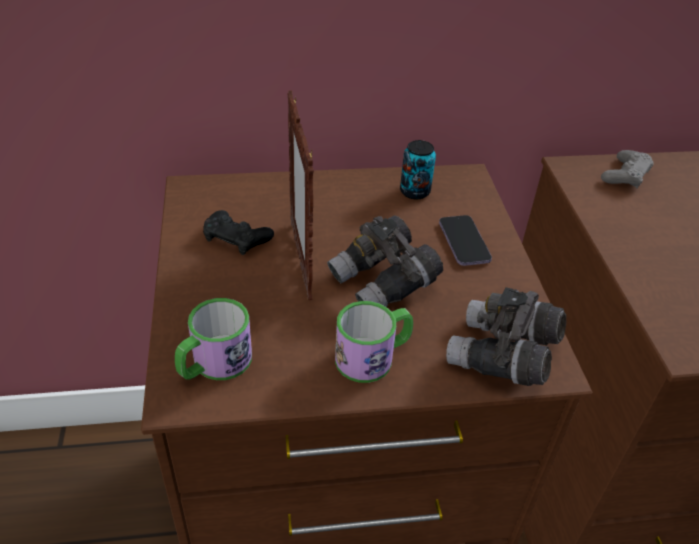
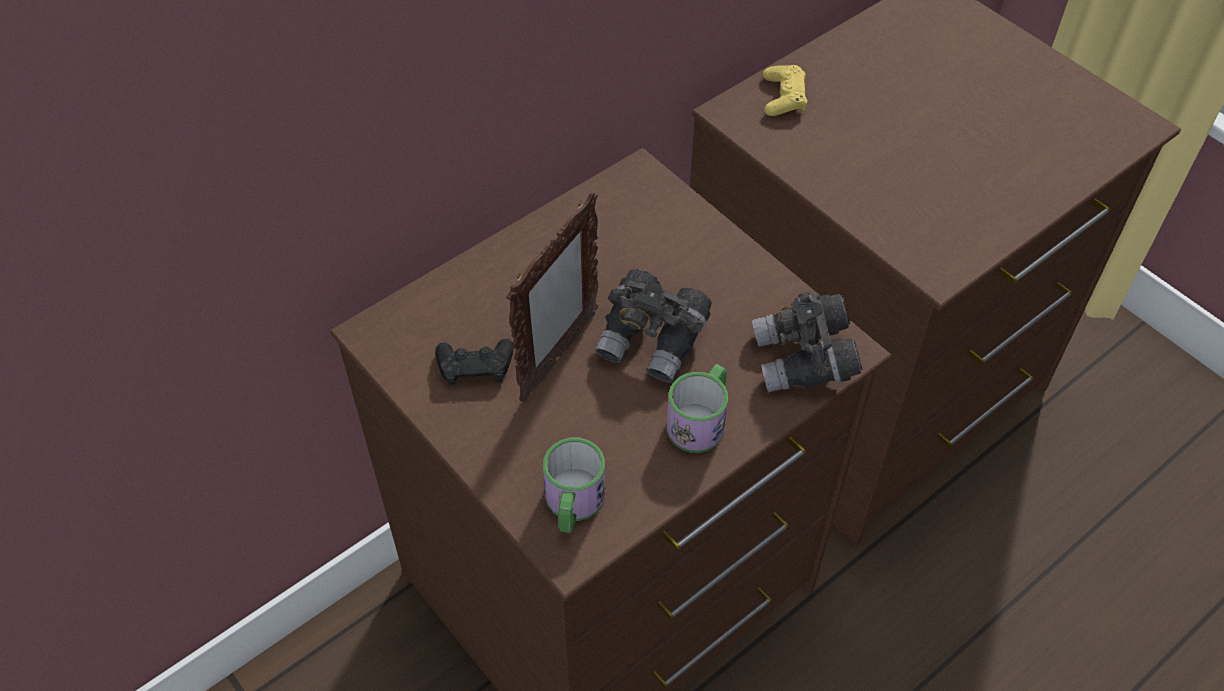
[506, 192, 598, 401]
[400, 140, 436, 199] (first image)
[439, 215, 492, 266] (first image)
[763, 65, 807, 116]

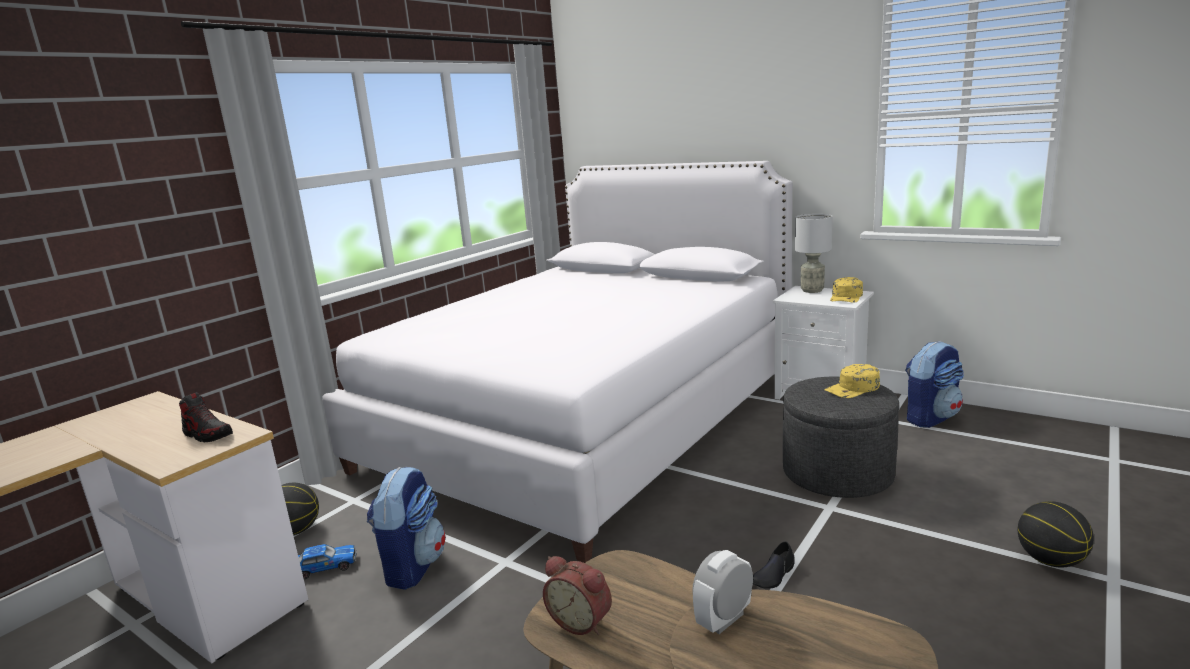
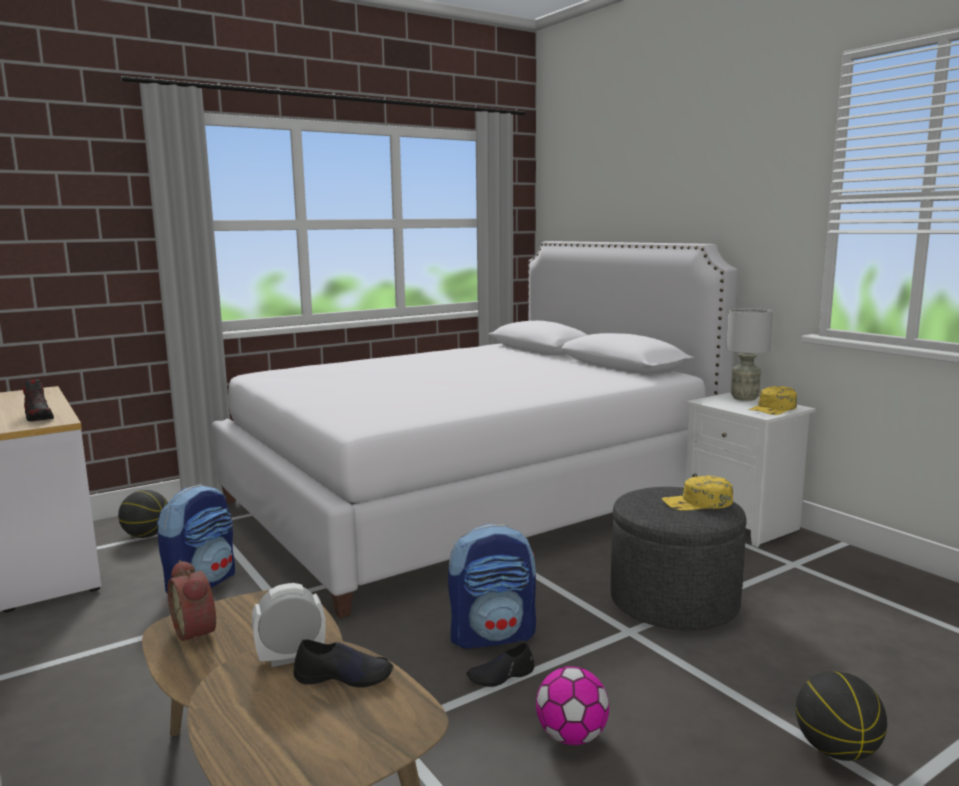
[298, 544, 356, 579] (first image)
[448, 524, 536, 649]
[293, 639, 394, 688]
[536, 667, 609, 745]

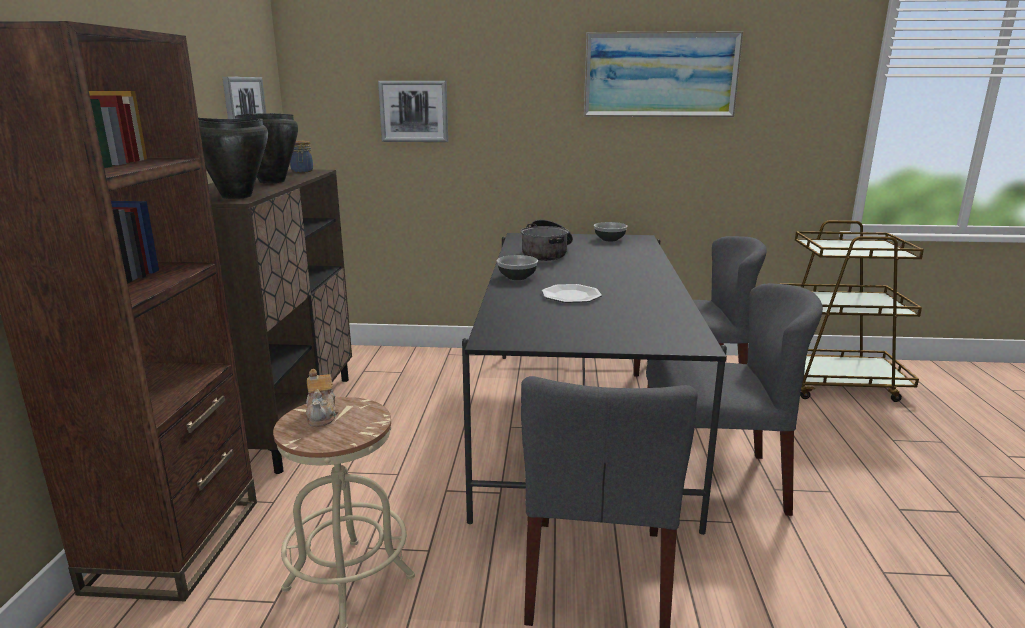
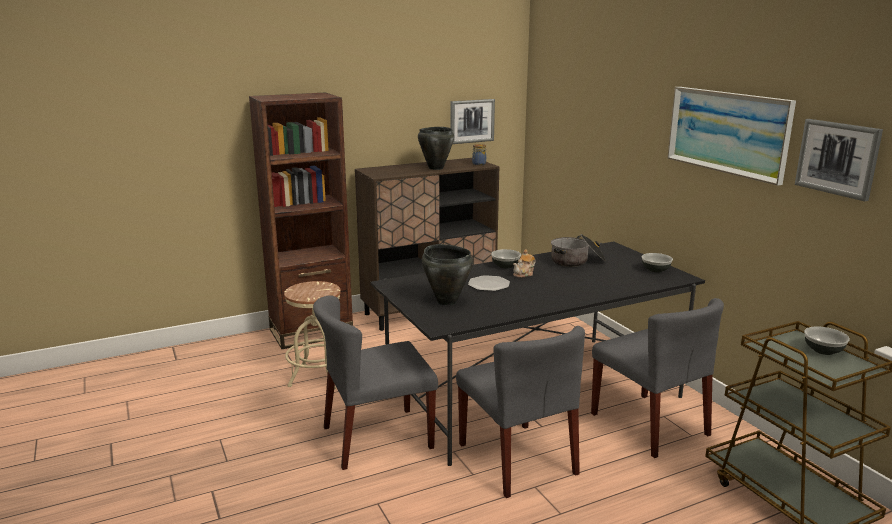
[422, 244, 473, 305]
[513, 250, 536, 278]
[795, 119, 883, 201]
[804, 326, 850, 355]

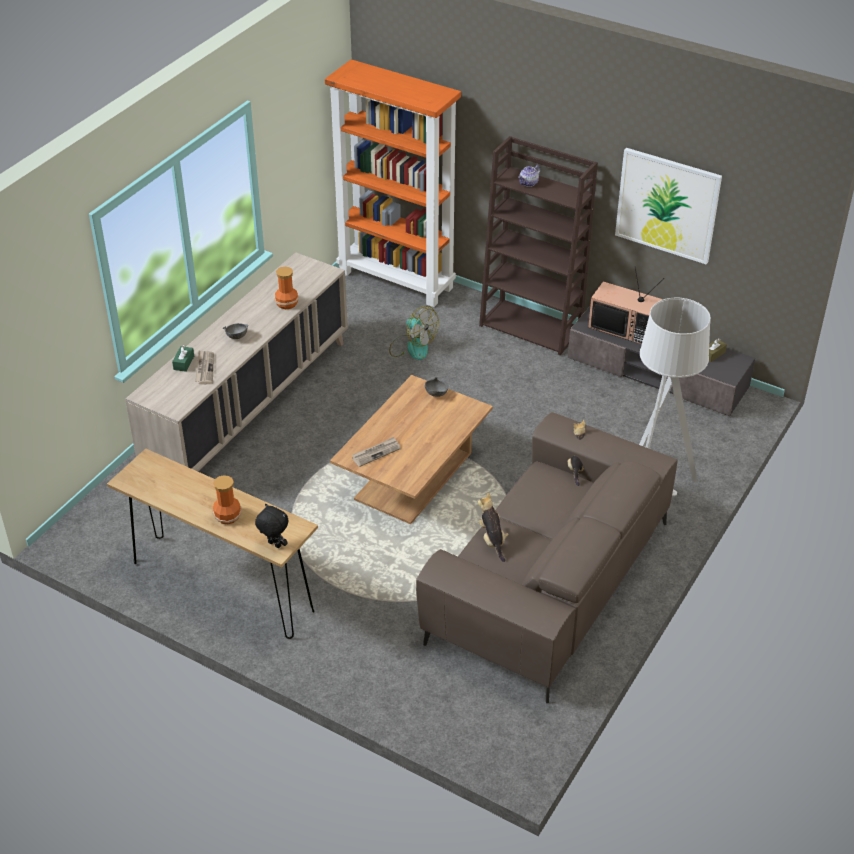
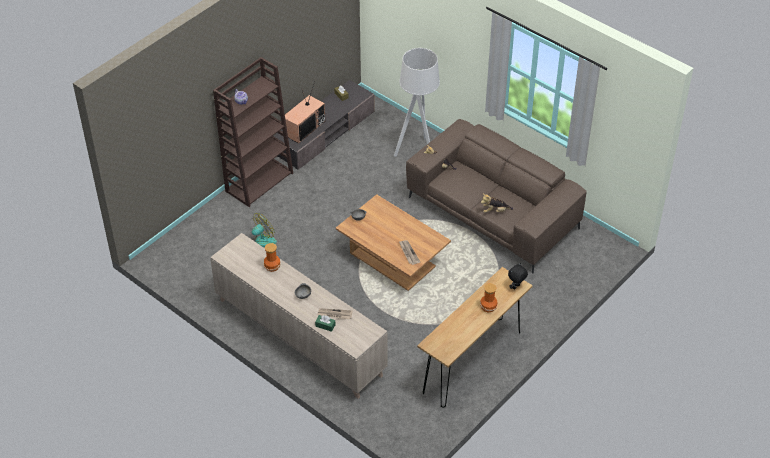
[325, 59, 461, 307] (first image)
[615, 148, 722, 264] (first image)

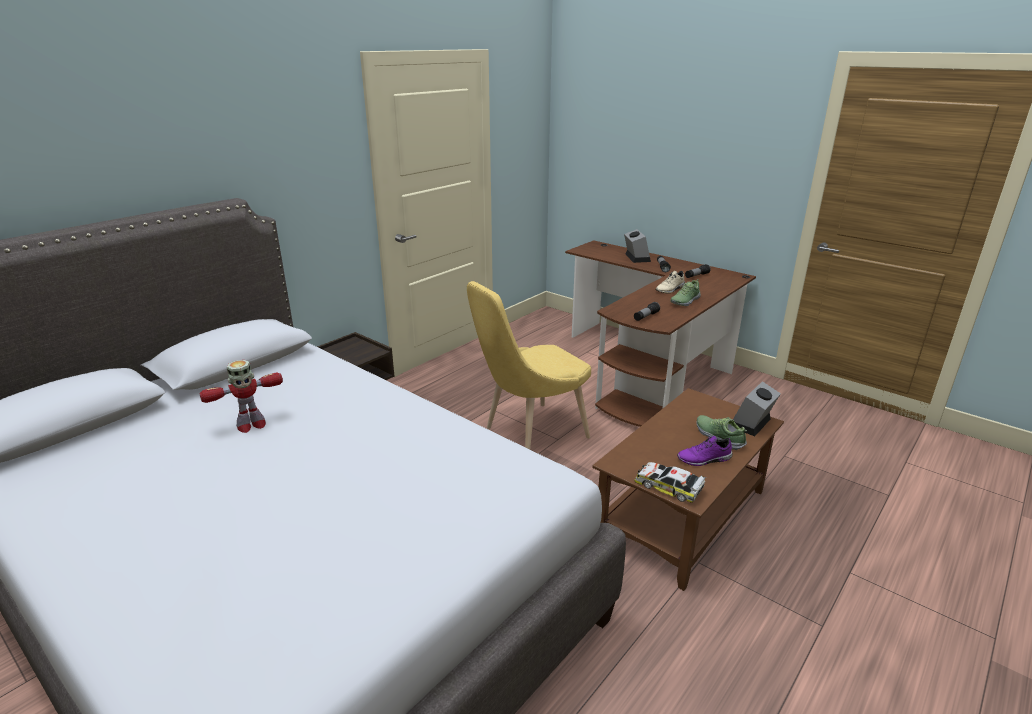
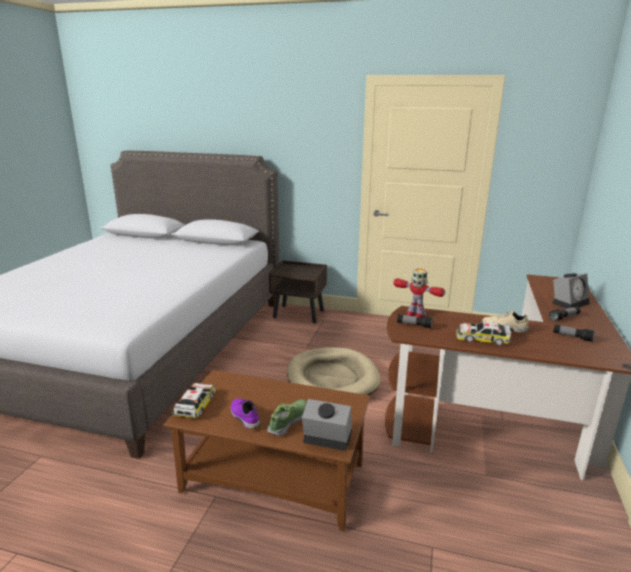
[393, 268, 445, 318]
[287, 347, 380, 395]
[456, 322, 511, 345]

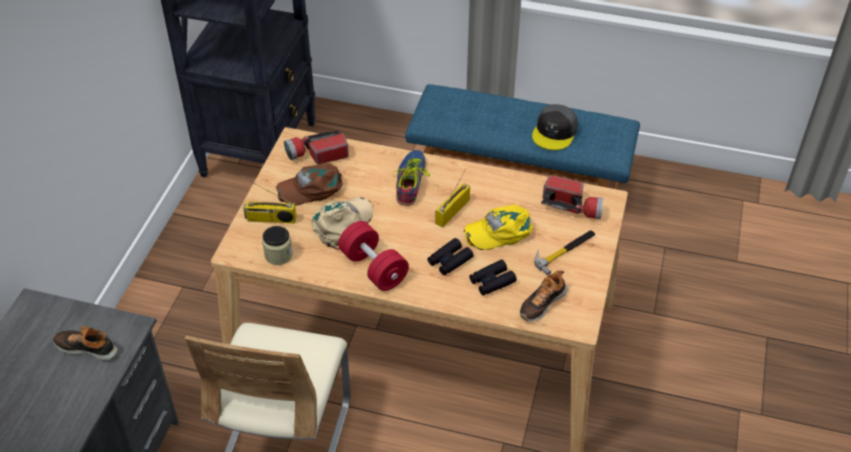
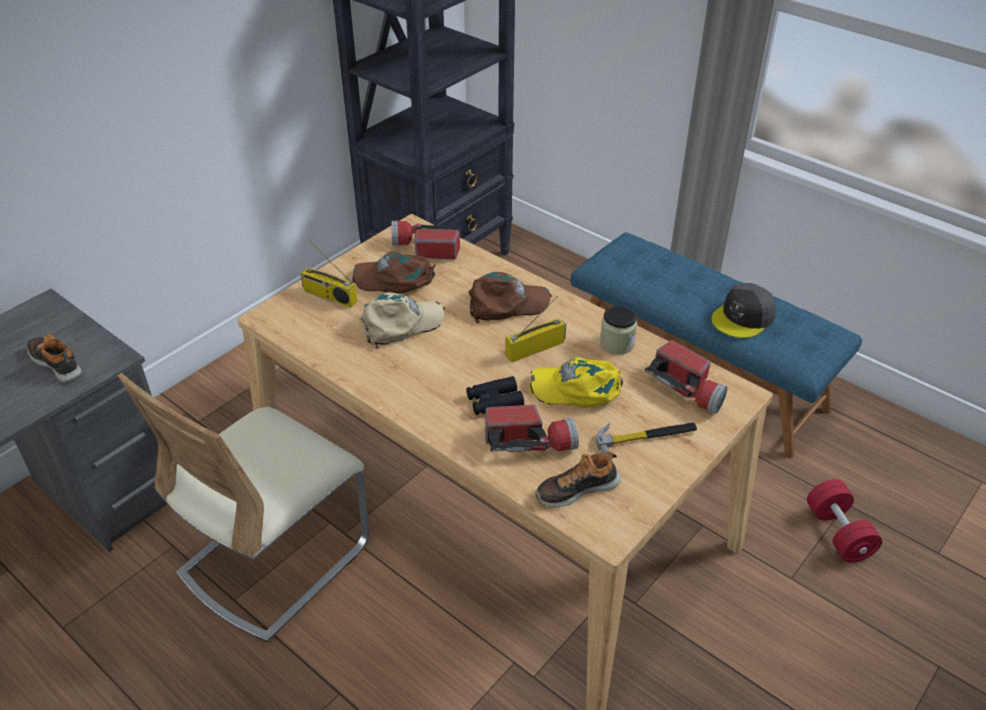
[600, 306, 637, 355]
[807, 479, 882, 562]
[468, 272, 552, 323]
[485, 405, 579, 452]

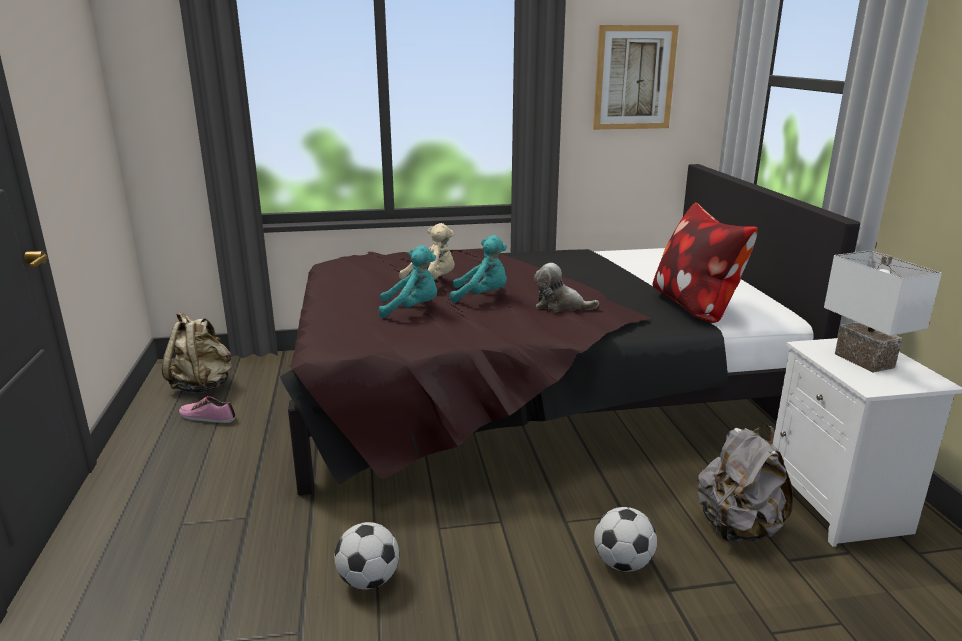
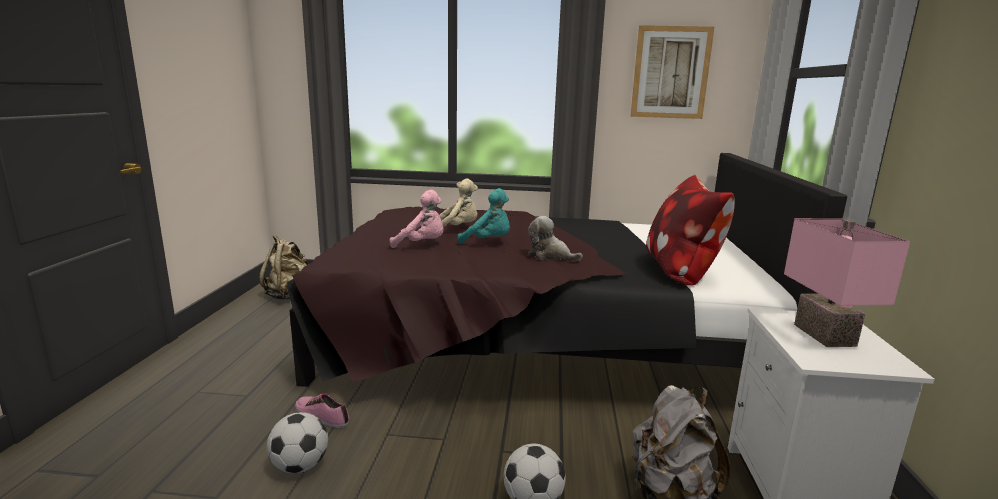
[295, 393, 350, 428]
[390, 190, 444, 248]
[784, 218, 910, 347]

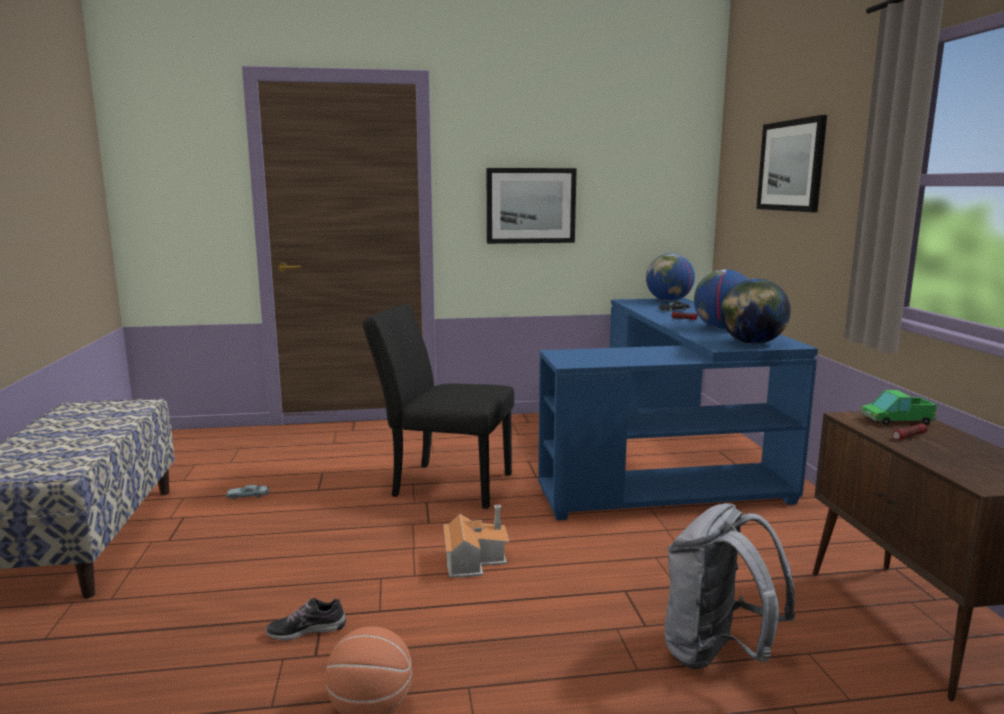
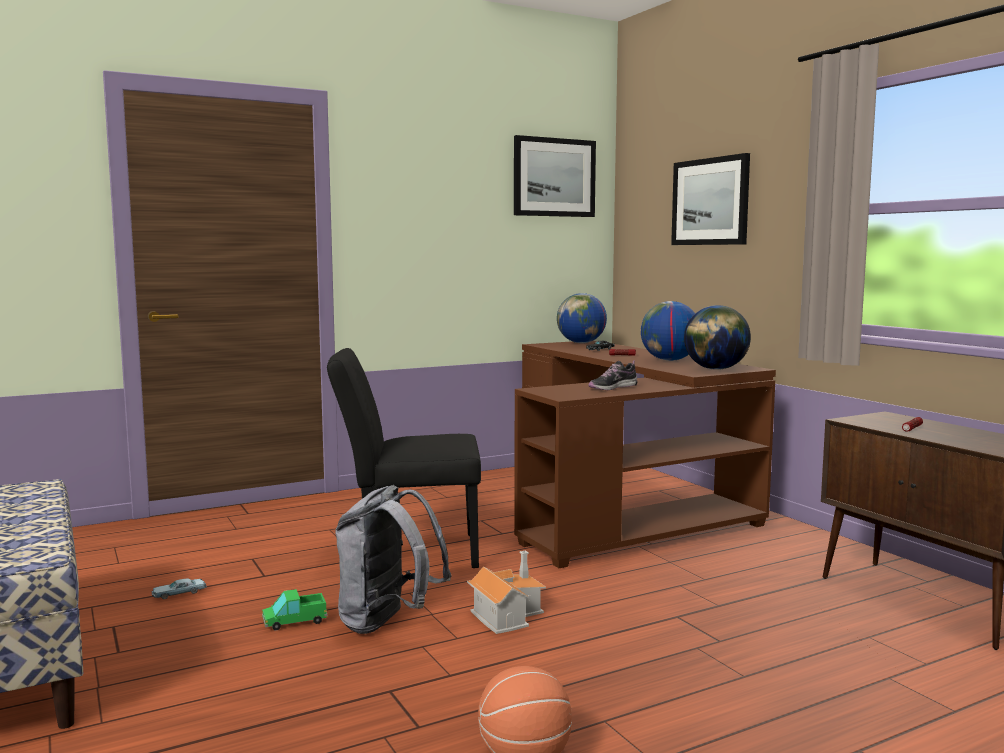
[588, 360, 638, 390]
[514, 135, 596, 217]
[514, 341, 776, 568]
[335, 485, 452, 634]
[262, 589, 327, 630]

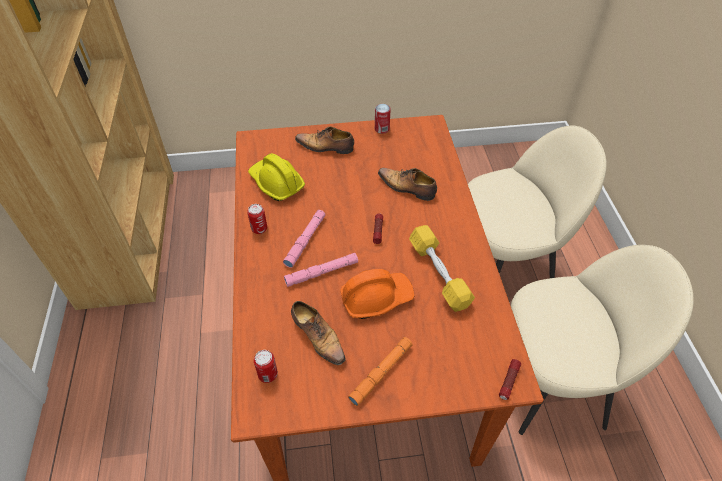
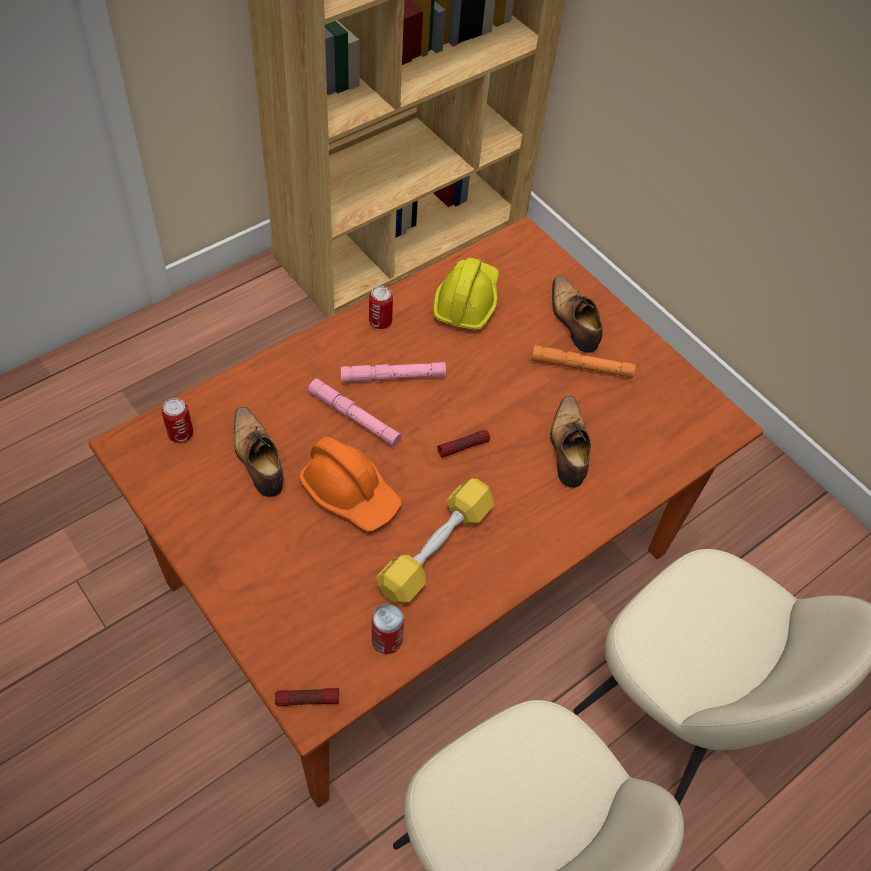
[234, 407, 283, 497]
[531, 345, 635, 378]
[371, 604, 404, 654]

